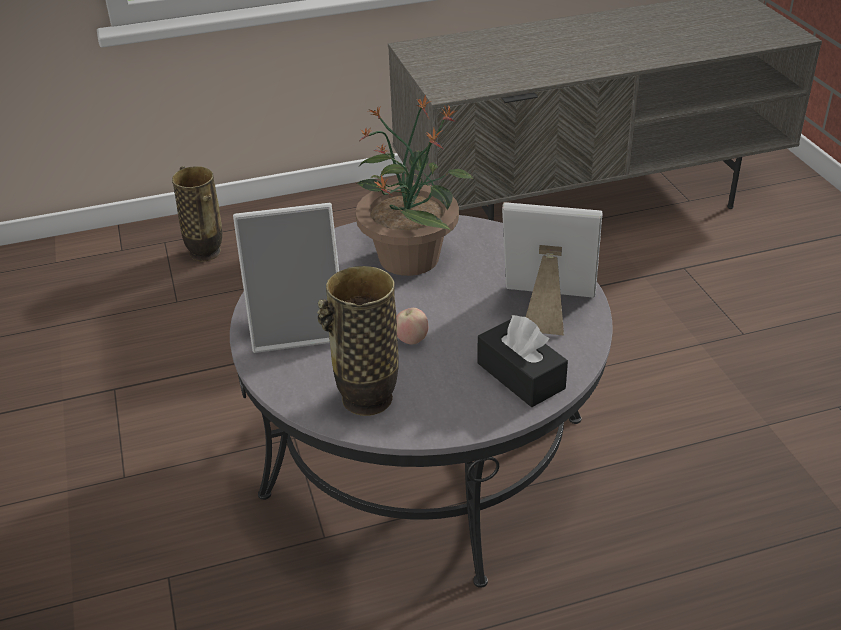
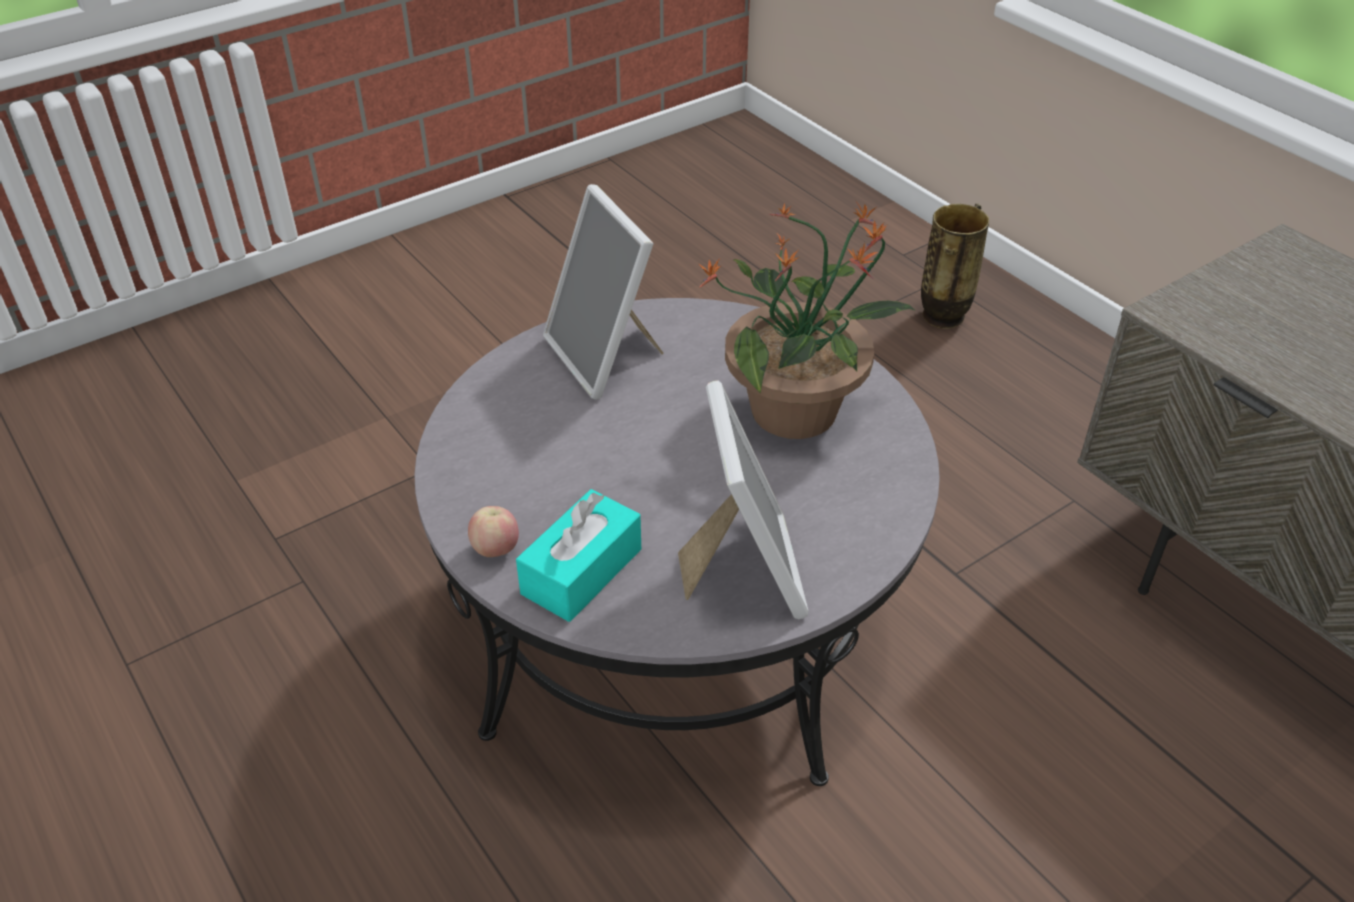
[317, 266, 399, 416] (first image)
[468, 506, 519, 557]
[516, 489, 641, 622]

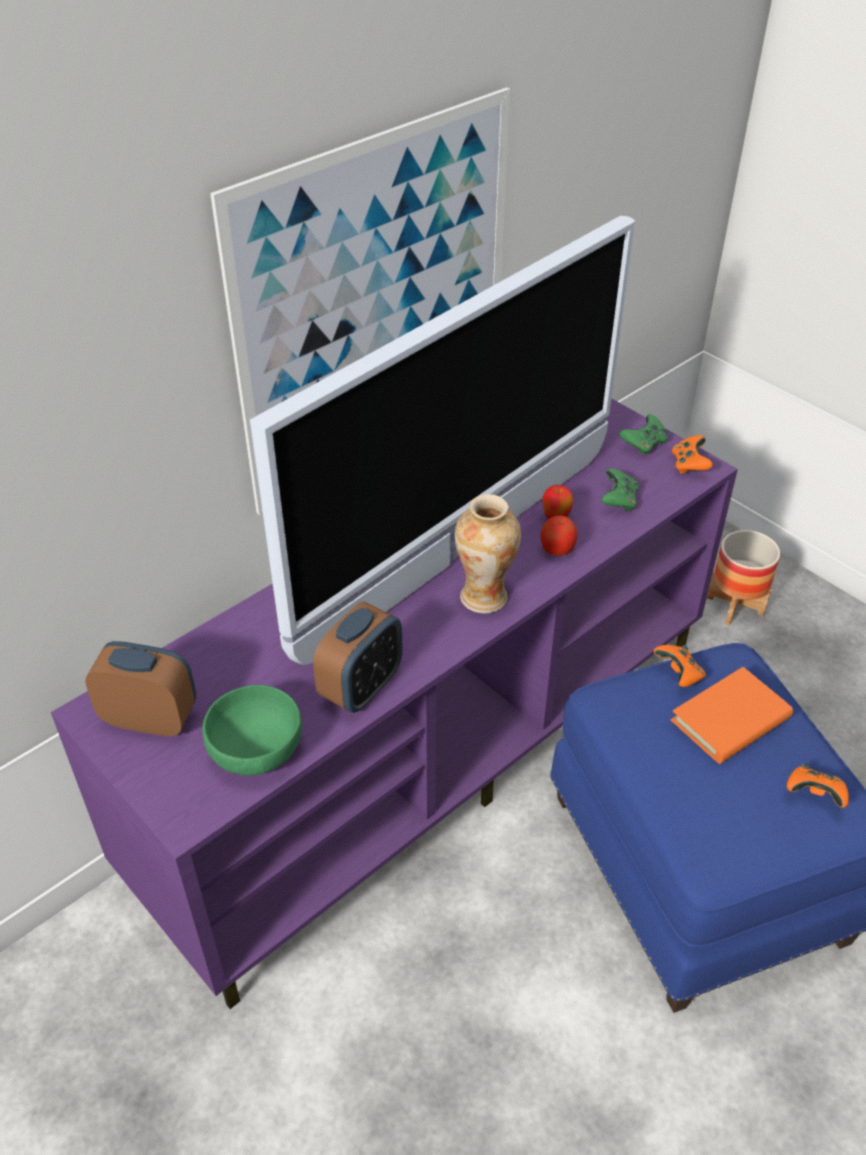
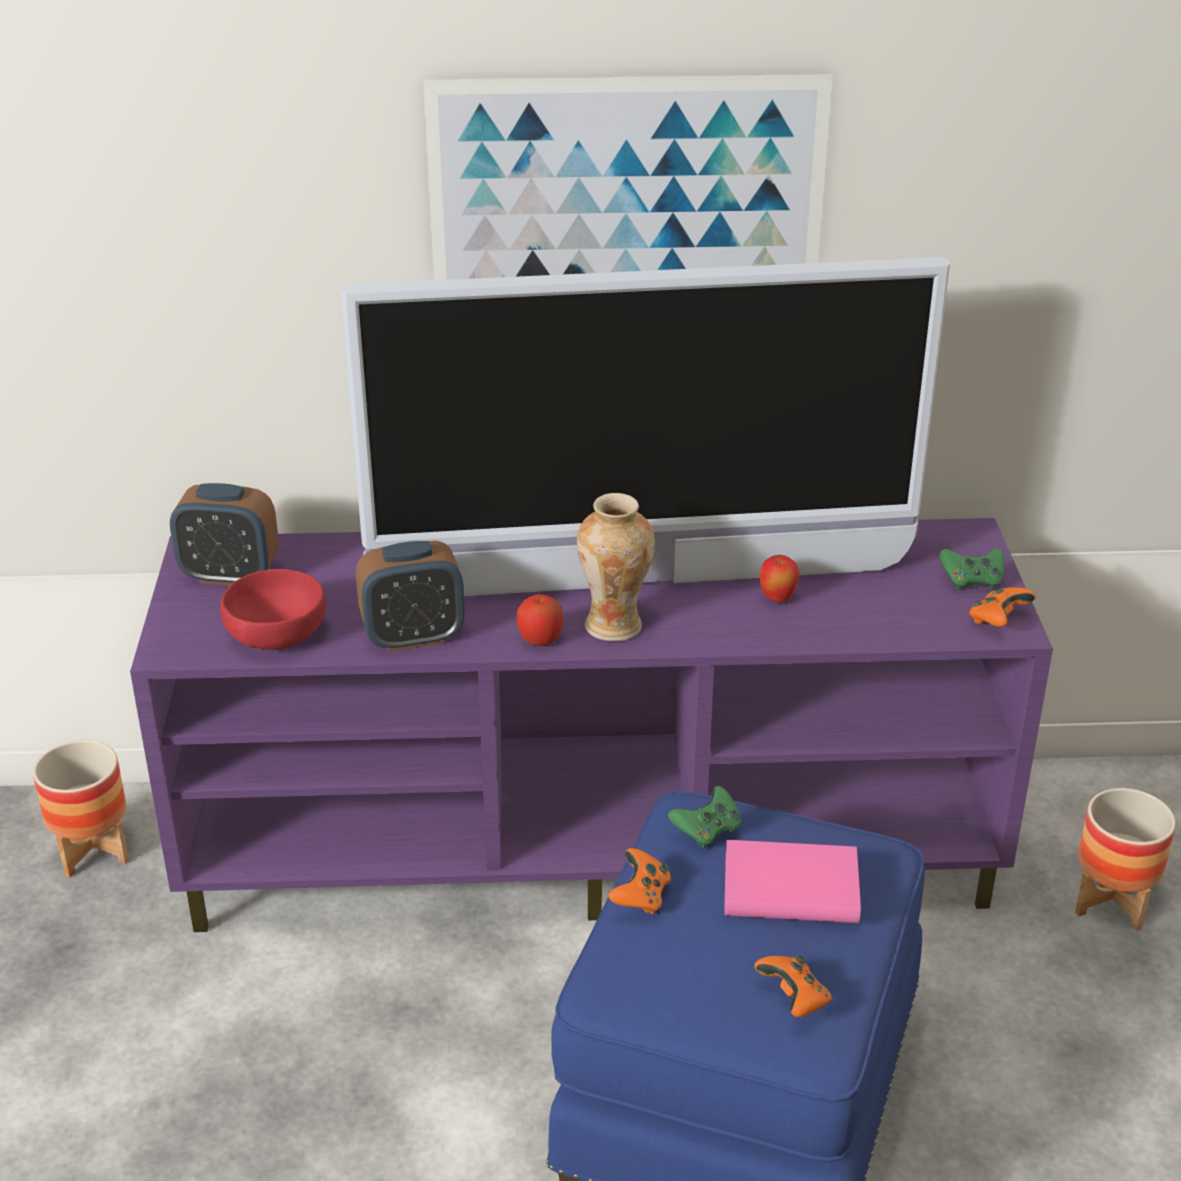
[170, 483, 279, 585]
[220, 569, 326, 650]
[517, 594, 563, 646]
[668, 786, 741, 848]
[608, 848, 671, 914]
[724, 840, 861, 923]
[33, 740, 129, 878]

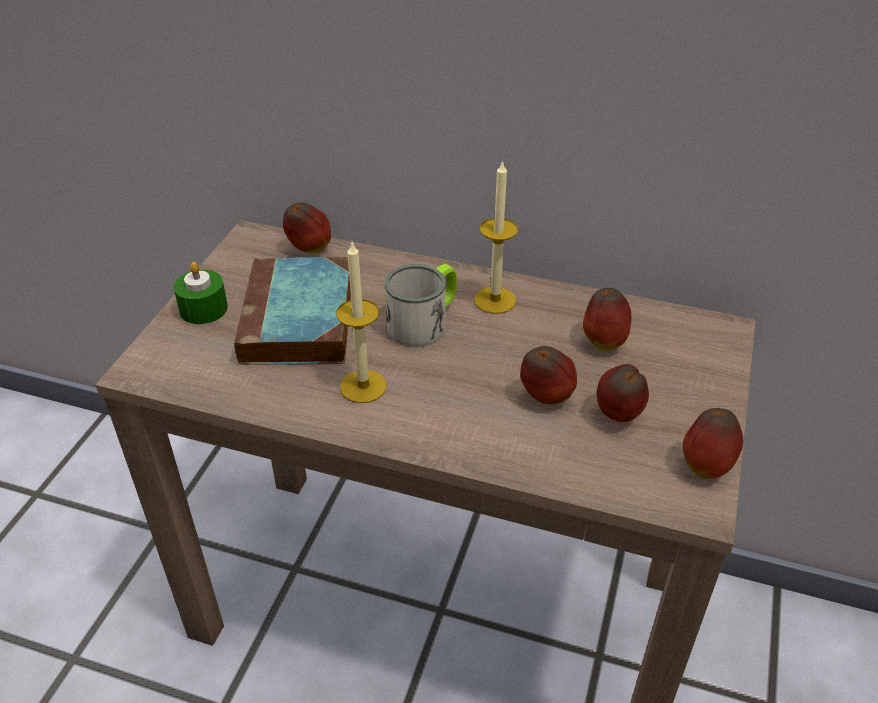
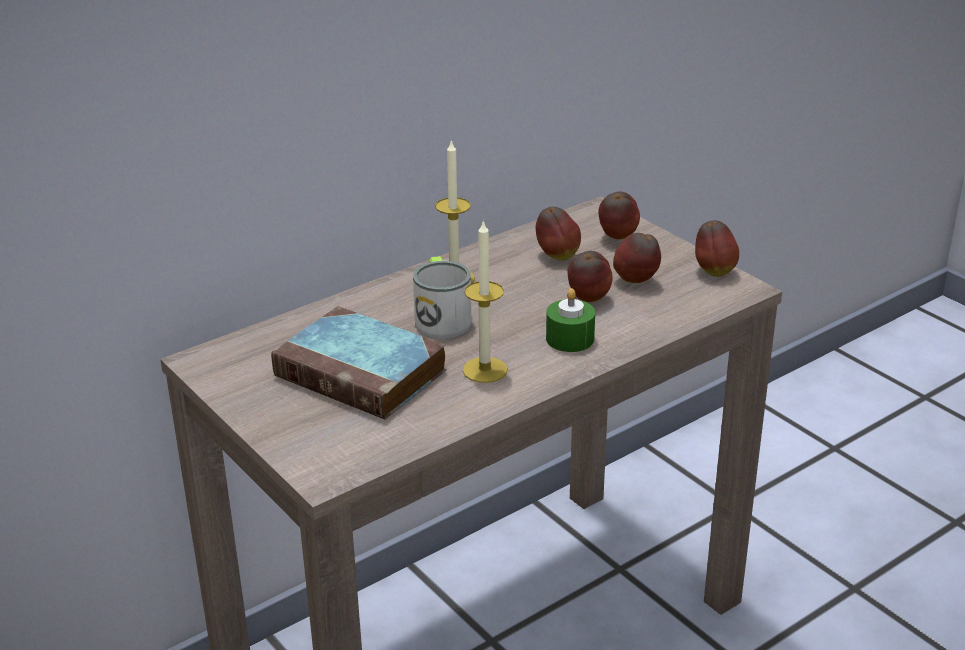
[546, 288, 595, 352]
[598, 191, 640, 240]

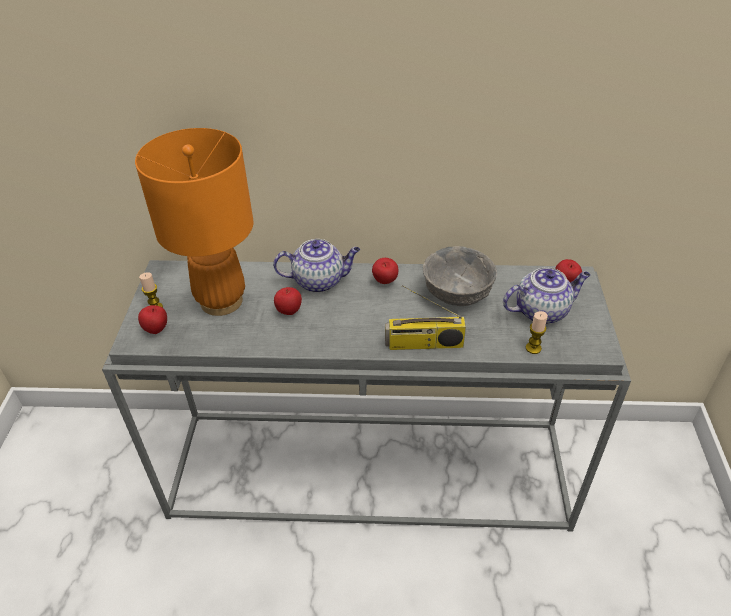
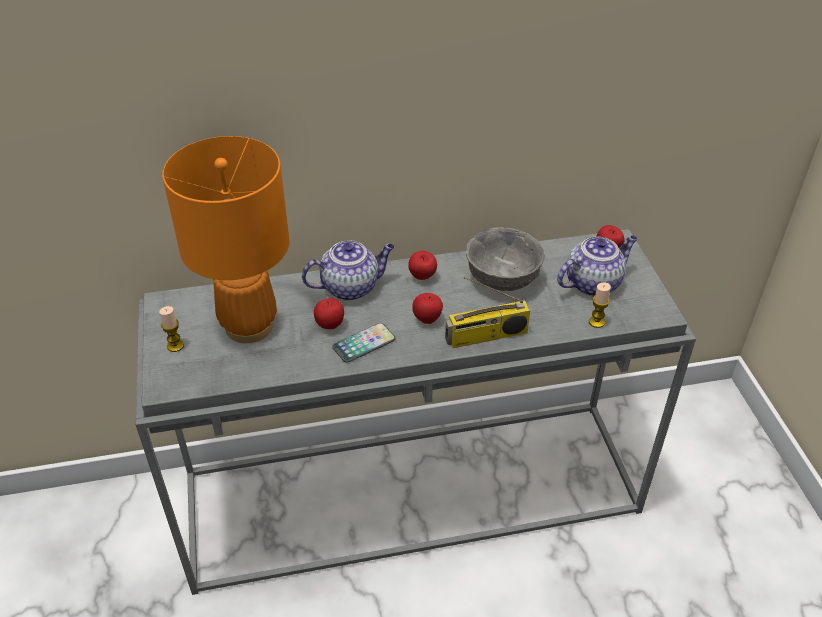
[412, 293, 443, 324]
[332, 323, 396, 363]

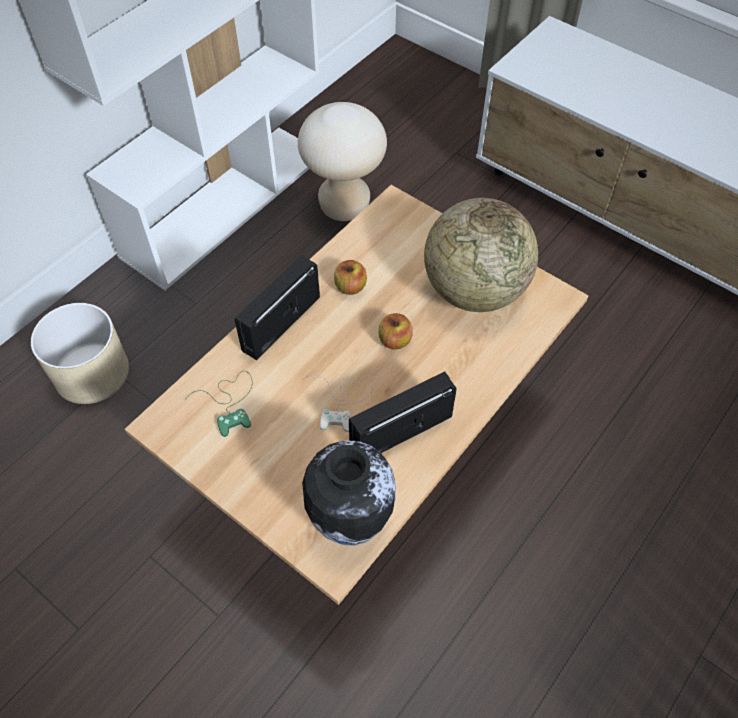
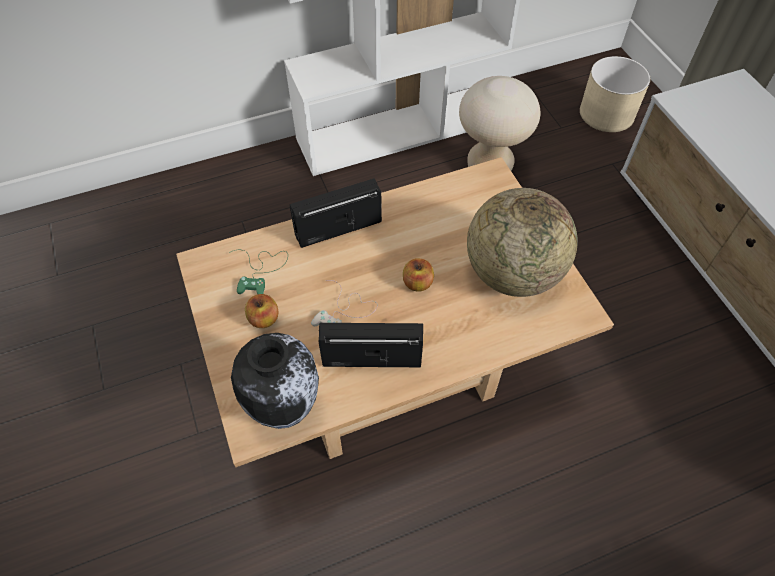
[580, 56, 650, 132]
[245, 294, 279, 328]

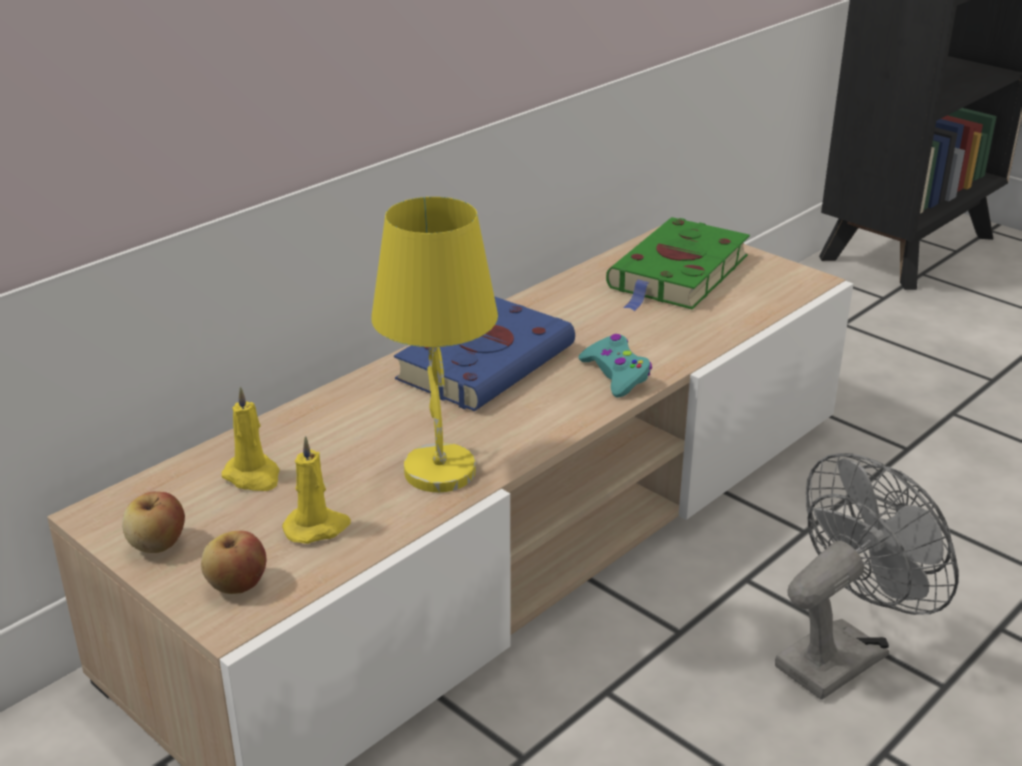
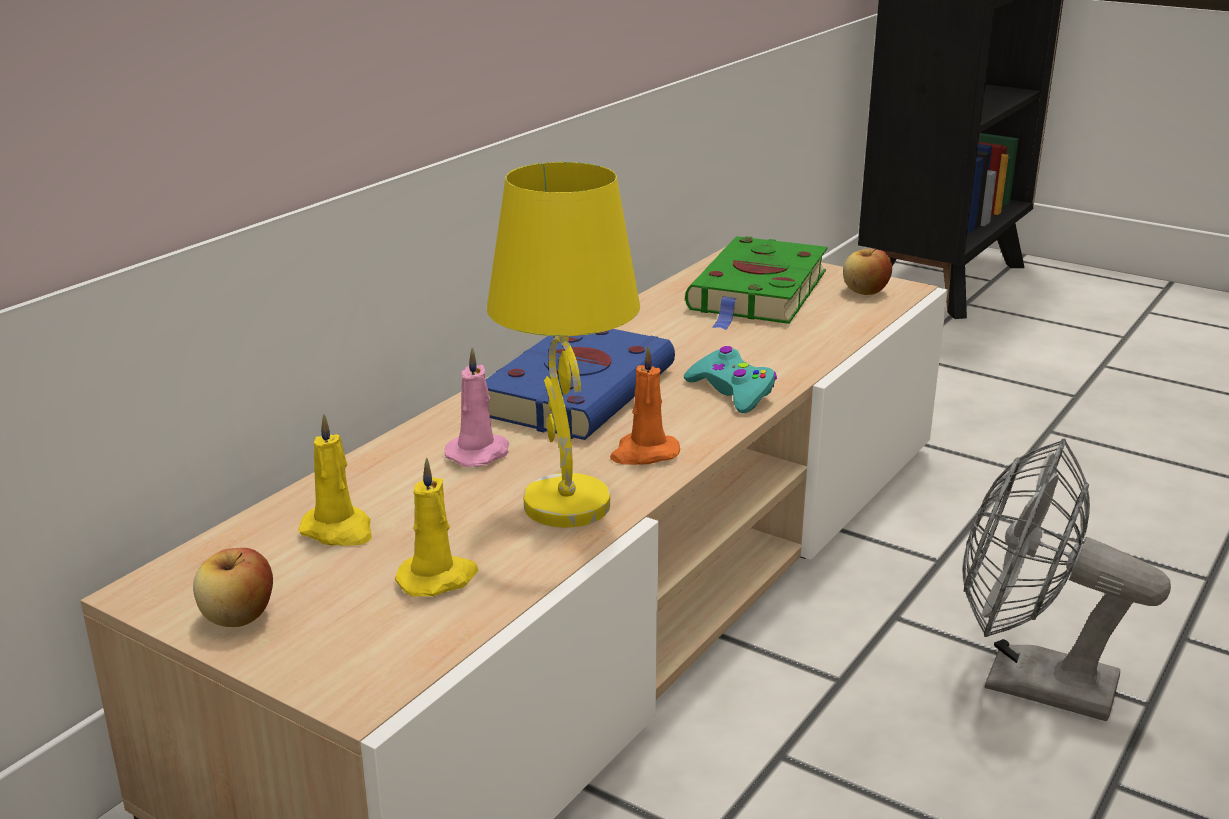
[843, 249, 892, 295]
[963, 438, 1171, 721]
[444, 347, 509, 467]
[610, 346, 680, 465]

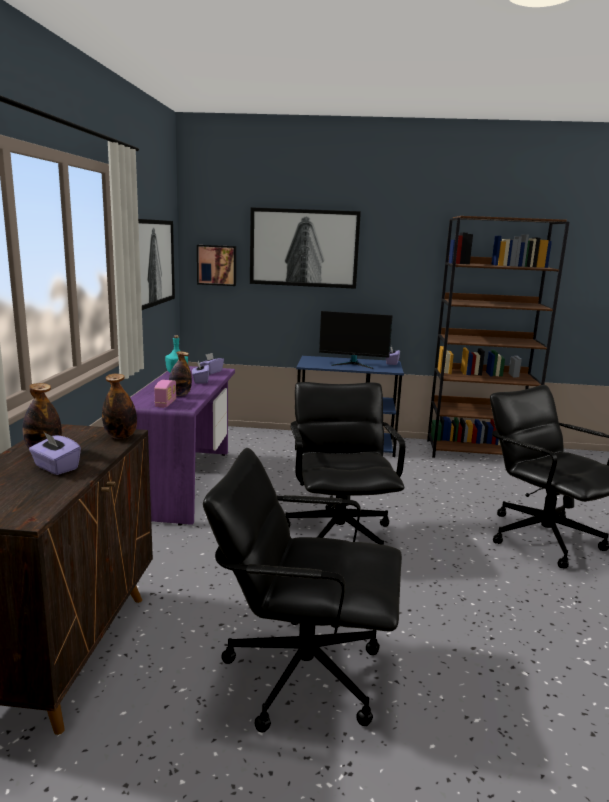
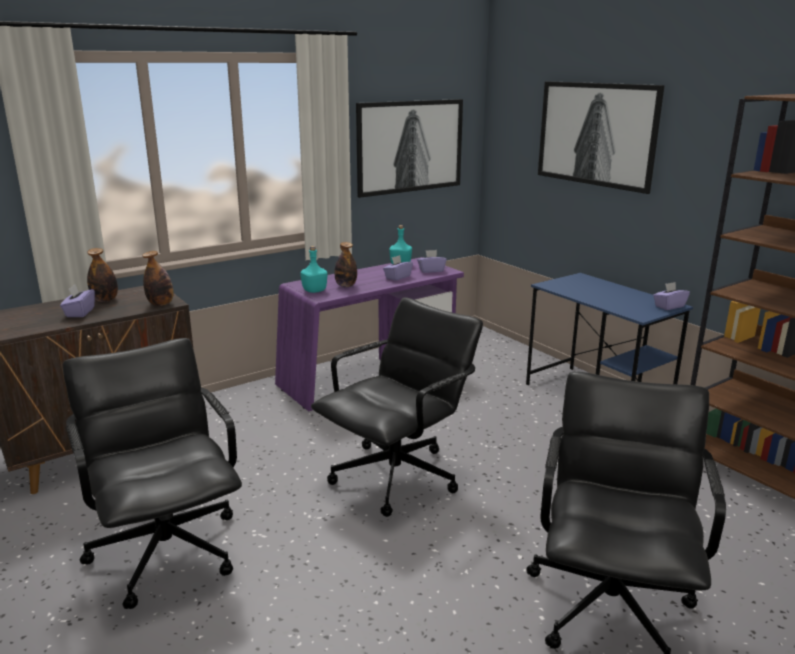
[300, 246, 327, 293]
[197, 245, 236, 286] (first image)
[319, 311, 393, 369] (first image)

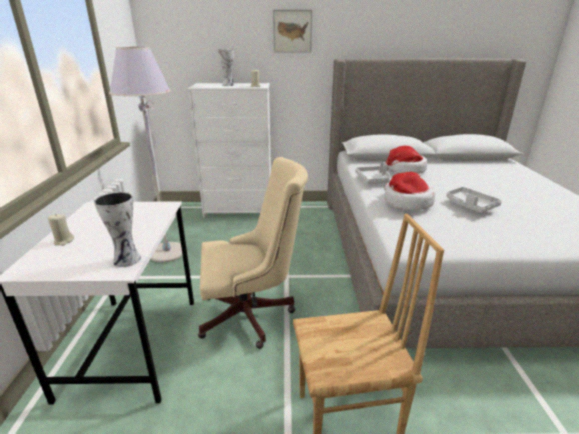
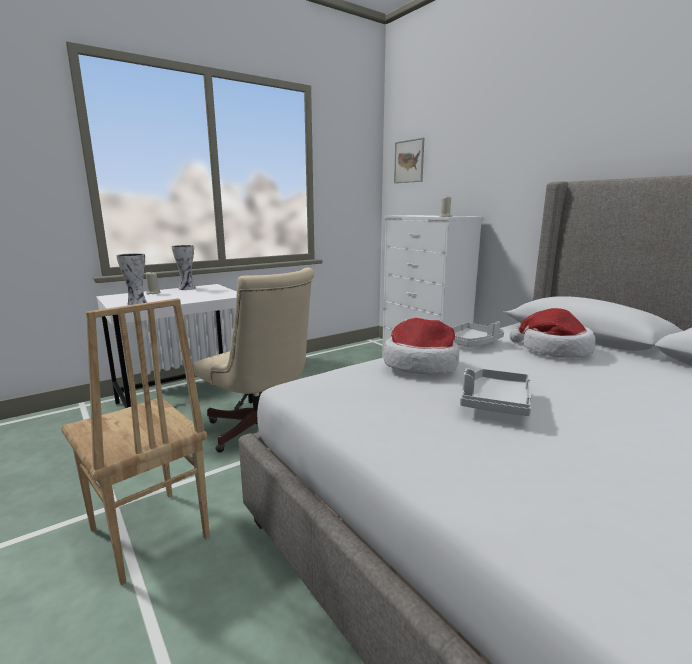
[109, 47, 183, 262] (first image)
[172, 245, 196, 290]
[394, 138, 424, 183]

